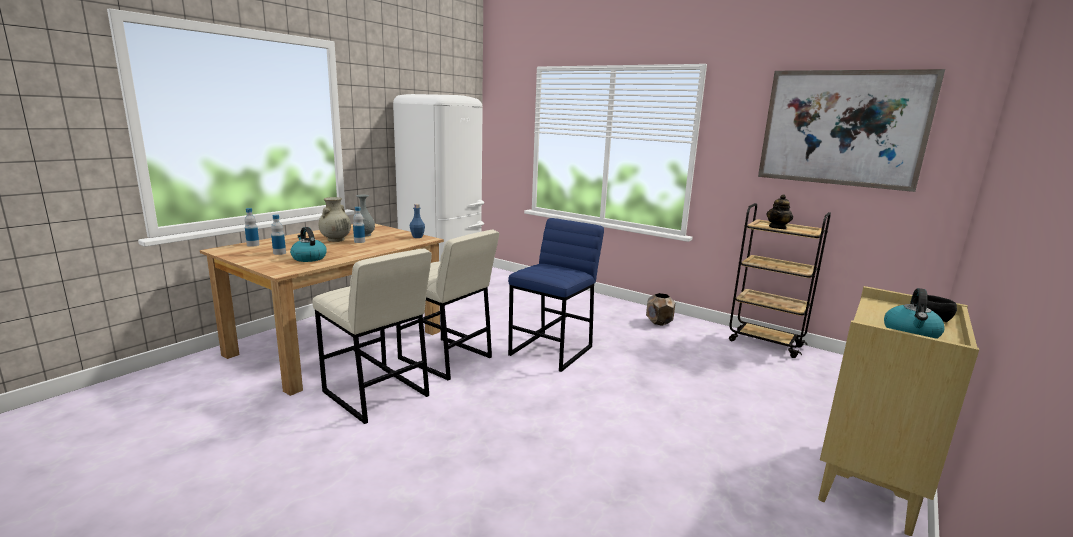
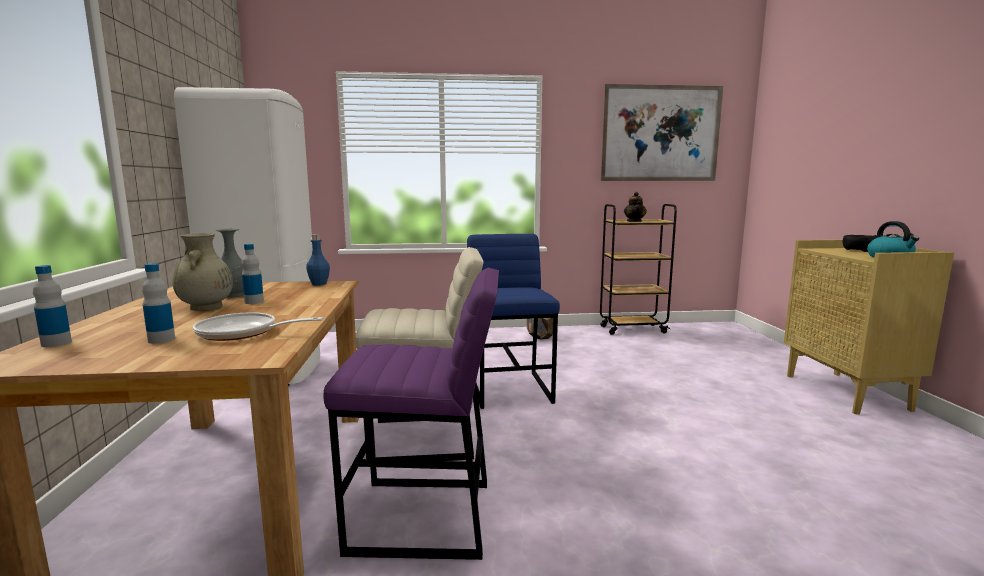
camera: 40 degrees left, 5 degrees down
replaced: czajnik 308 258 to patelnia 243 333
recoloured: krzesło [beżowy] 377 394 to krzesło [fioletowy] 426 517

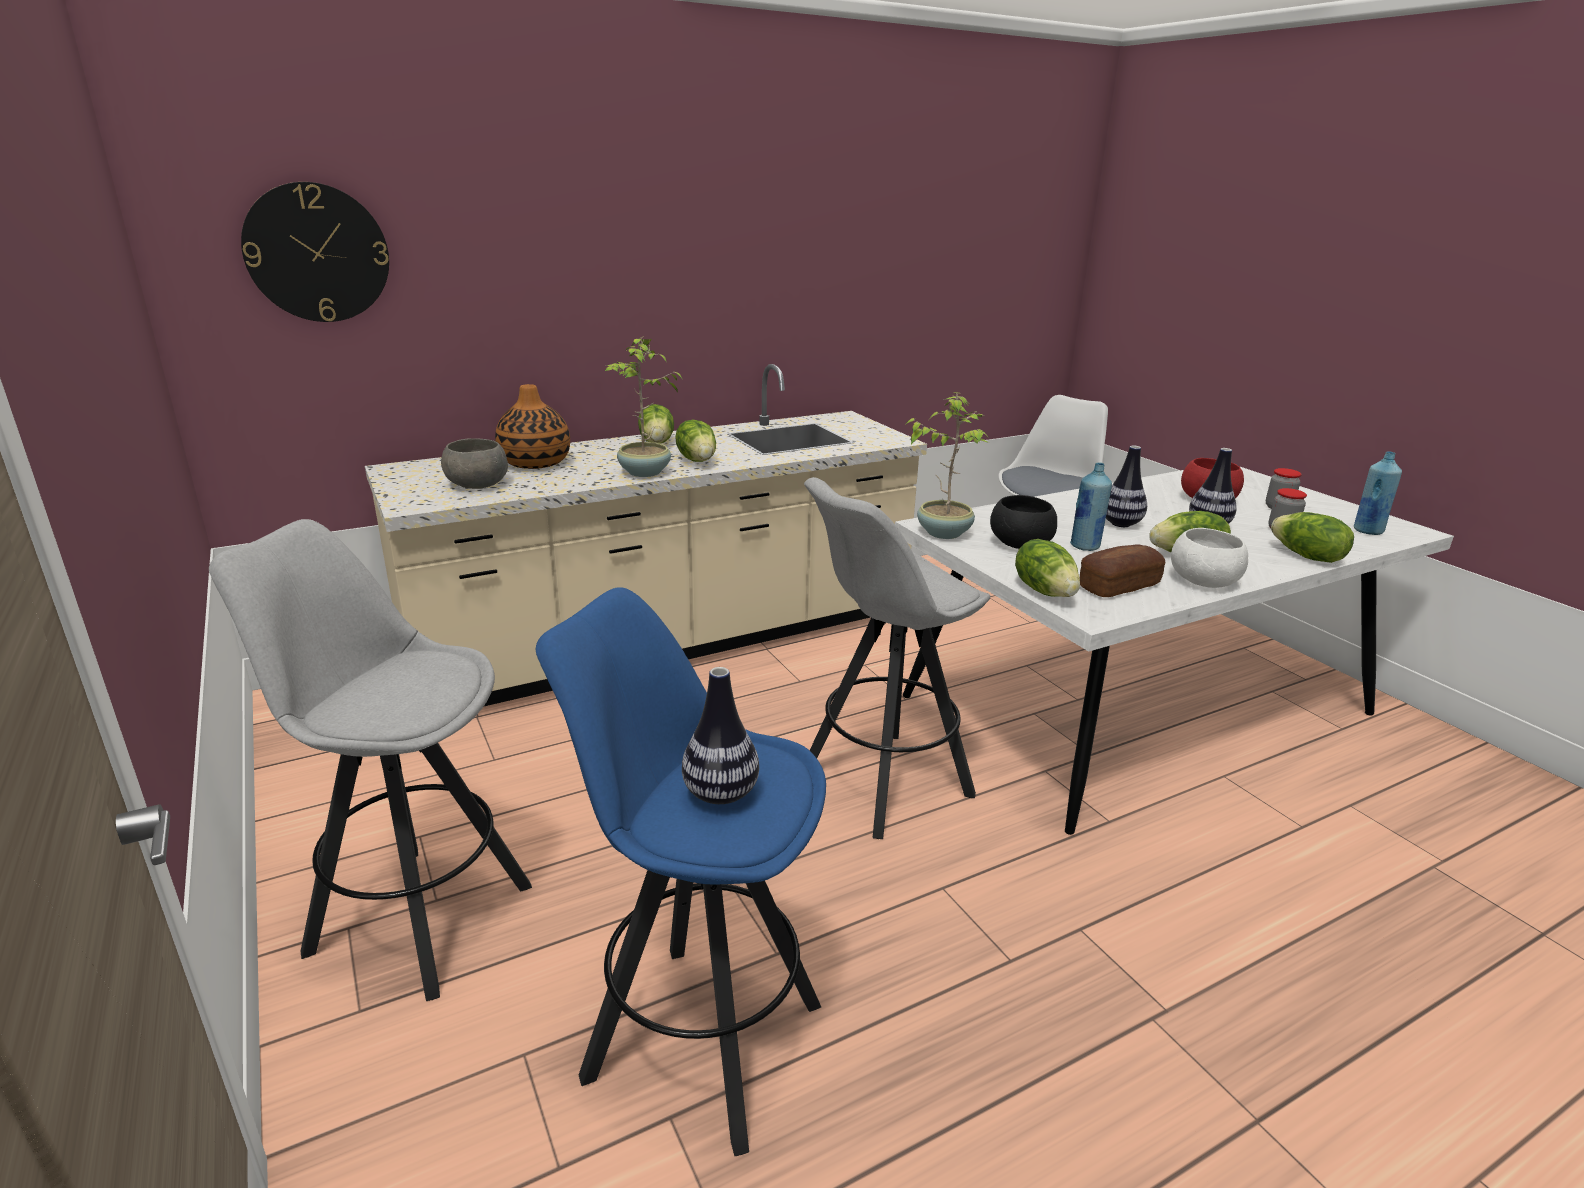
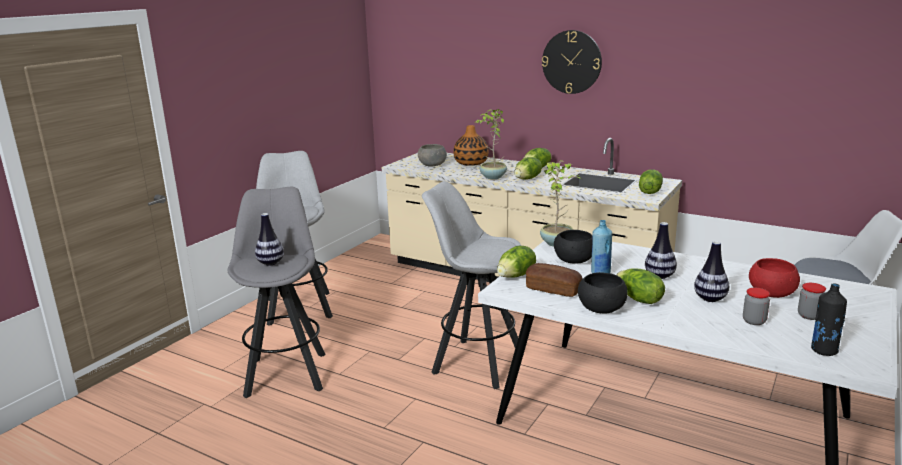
camera: 60 degrees right, 5 degrees down
moved: zegar ścienny 317 253 to 571 62; sałata 1307 556 to 649 192
recoloured: stołek [niebieski] 698 1036 to stołek [szary] 287 373; miska [biały] 1204 581 to miska [czarny] 601 308; butelka [niebieski] 1367 531 to butelka [czarny] 824 350

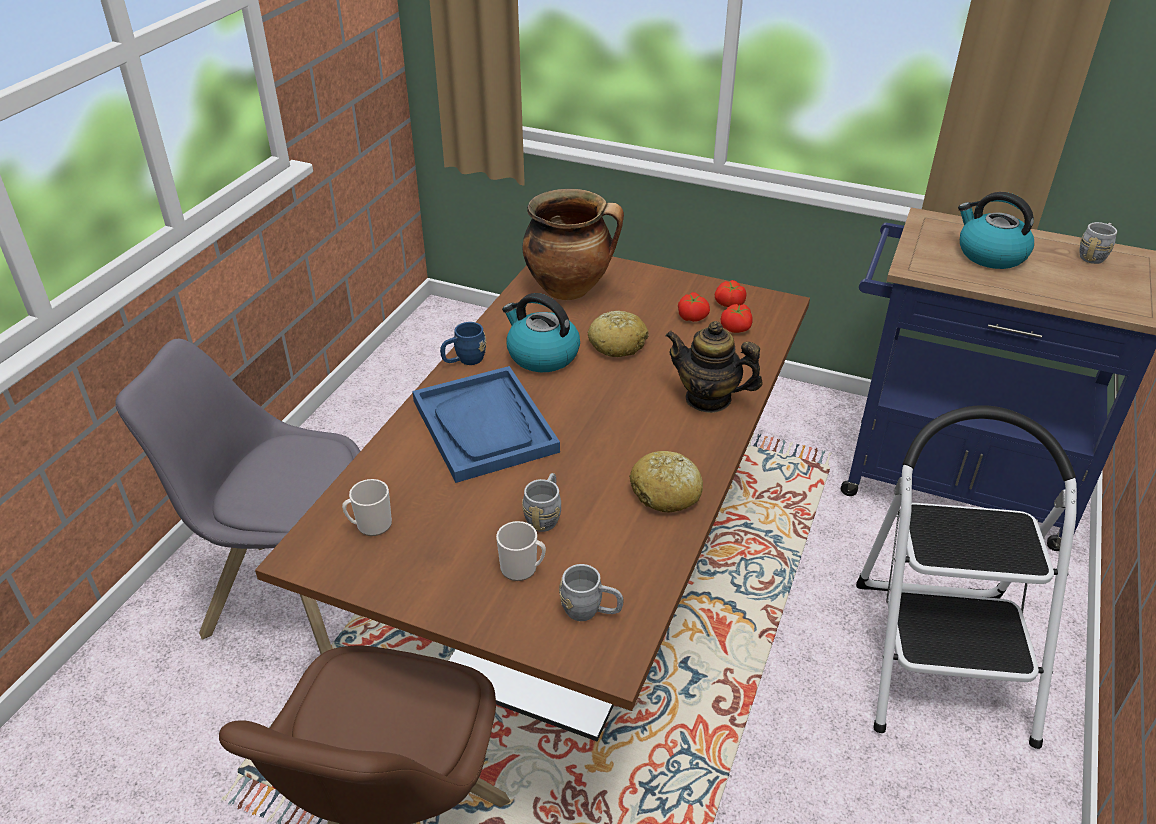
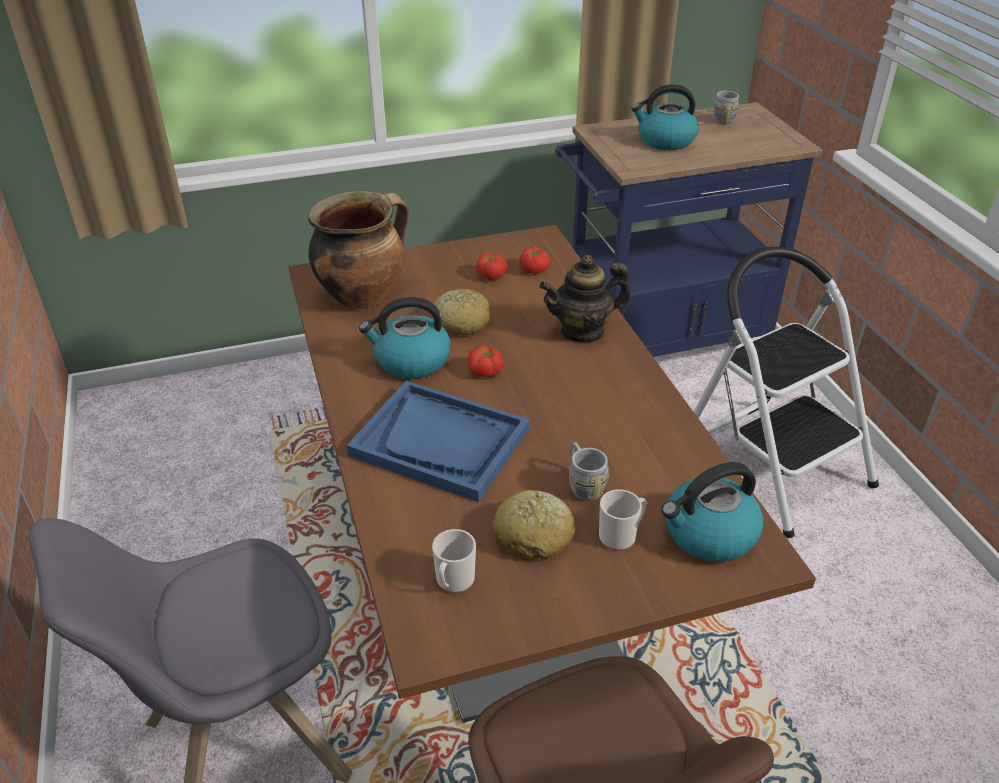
camera: 40 degrees left, 0 degrees up
removed: kubek [niebieski] 464 360
moved: chleb 666 492 to 534 535; pomidor 729 304 to 485 372
replaced: kubek [szary] 590 611 to czajnik 708 534

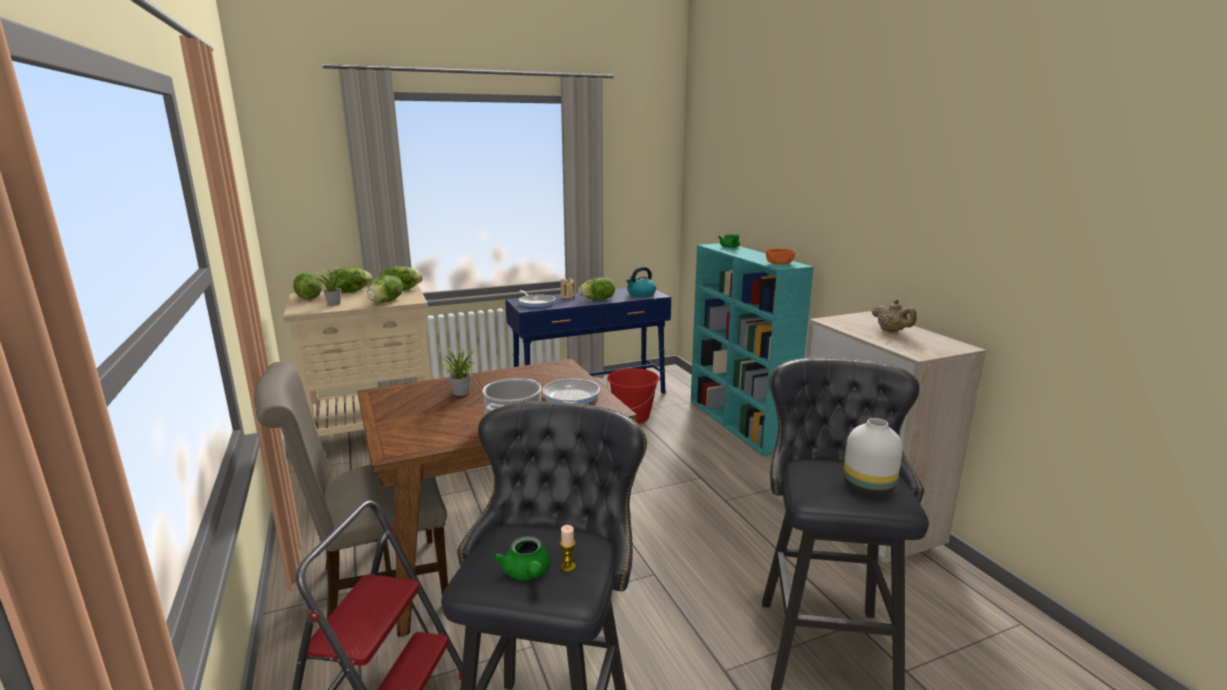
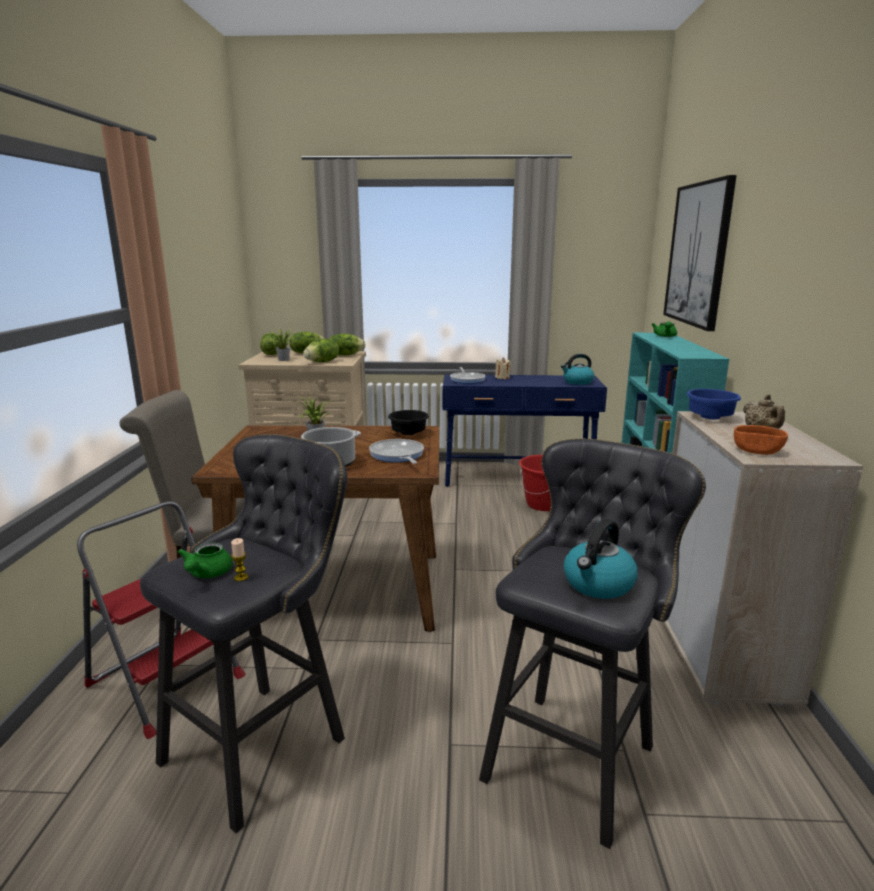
camera: 25 degrees right, 0 degrees up
removed: sałata 598 299
added: miska [czarny] 408 434; obraz 698 254; miska [niebieski] 708 417
moved: miska [pomarańczowy] 779 263 to 757 451
replaced: wazon [biały] 869 487 to czajnik 598 584
turned: patelnia 570 398 = 397 455 45 degrees counterclockwise

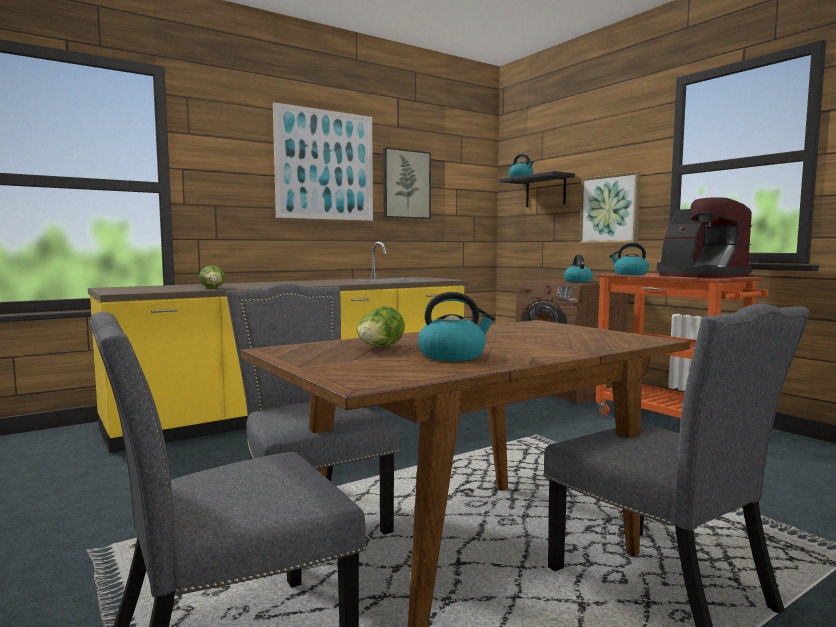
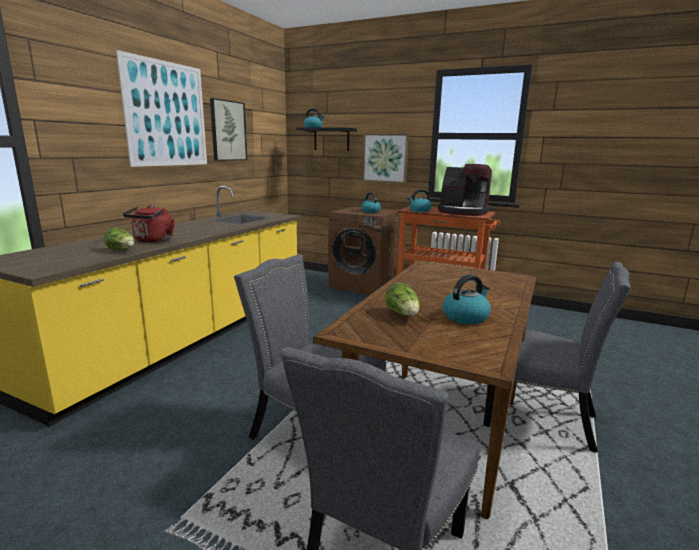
camera: 30 degrees left, 10 degrees up
added: czajnik [czerwony] 152 241

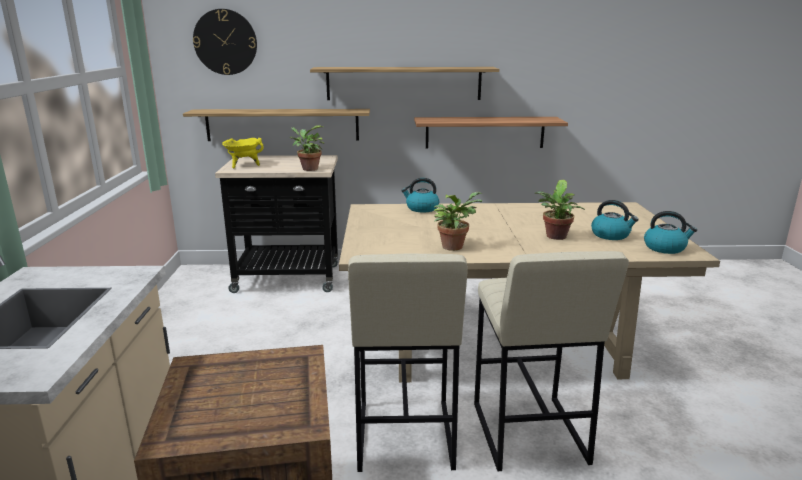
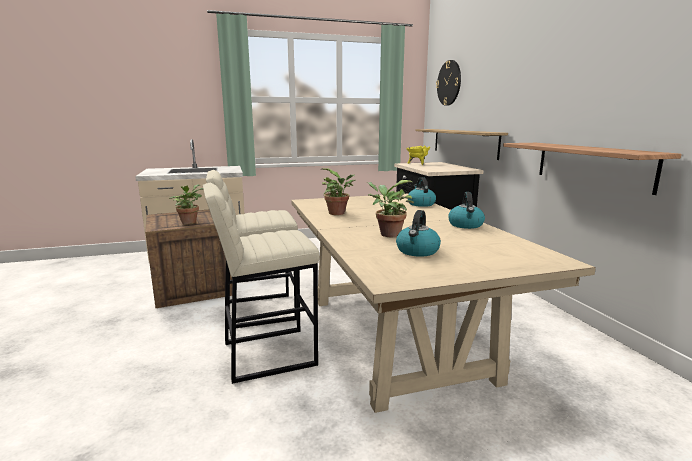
camera: 75 degrees right, 5 degrees down
removed: półka 404 83
moved: roślina doniczkowa 308 169 to 189 222; czajnik 665 248 to 466 225

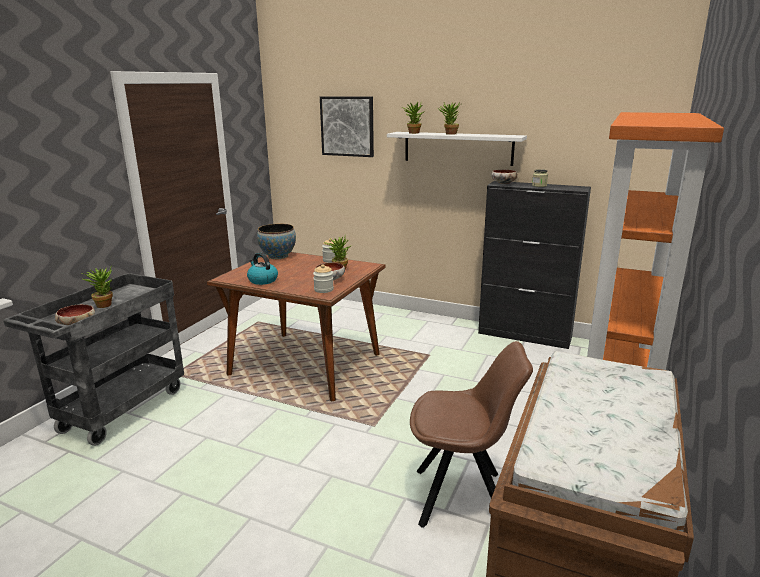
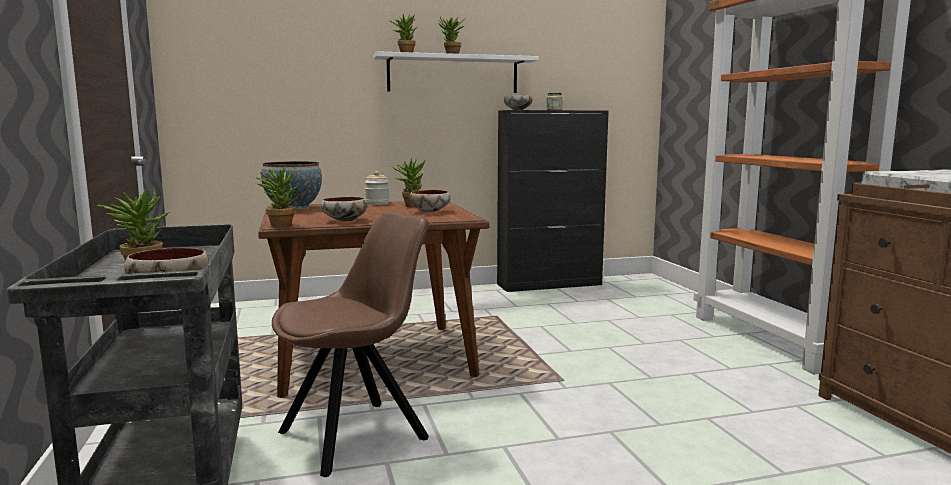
camera: 40 degrees left, 10 degrees down
removed: słoik 323 289; obraz 347 126
added: roślina doniczkowa 280 225
moved: krzesło [brązowy] 461 498 to 355 435
replaced: czajnik 262 280 to miska 345 220

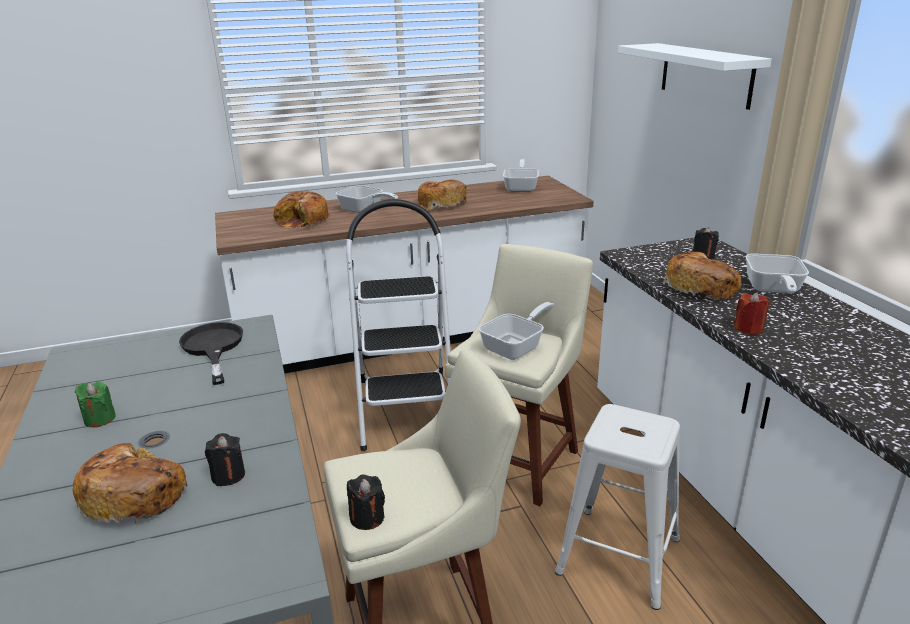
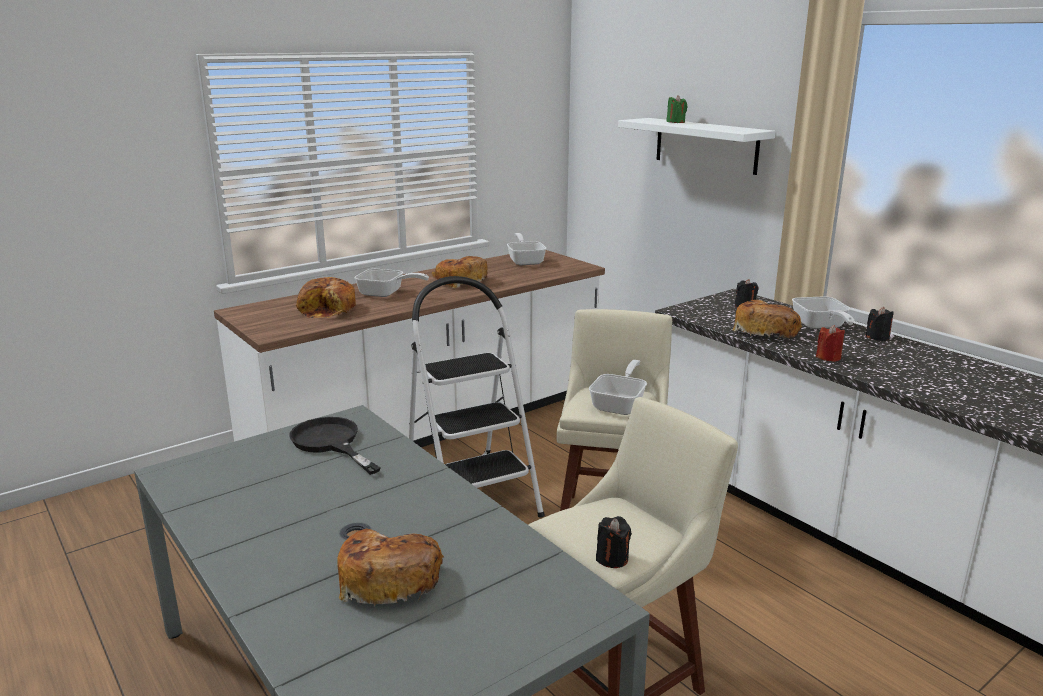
camera: 20 degrees left, 5 degrees down
removed: stołek [biały] 619 555
moved: świeca [zielony] 100 419 to 675 122; świeca [czarny] 228 475 to 877 337

